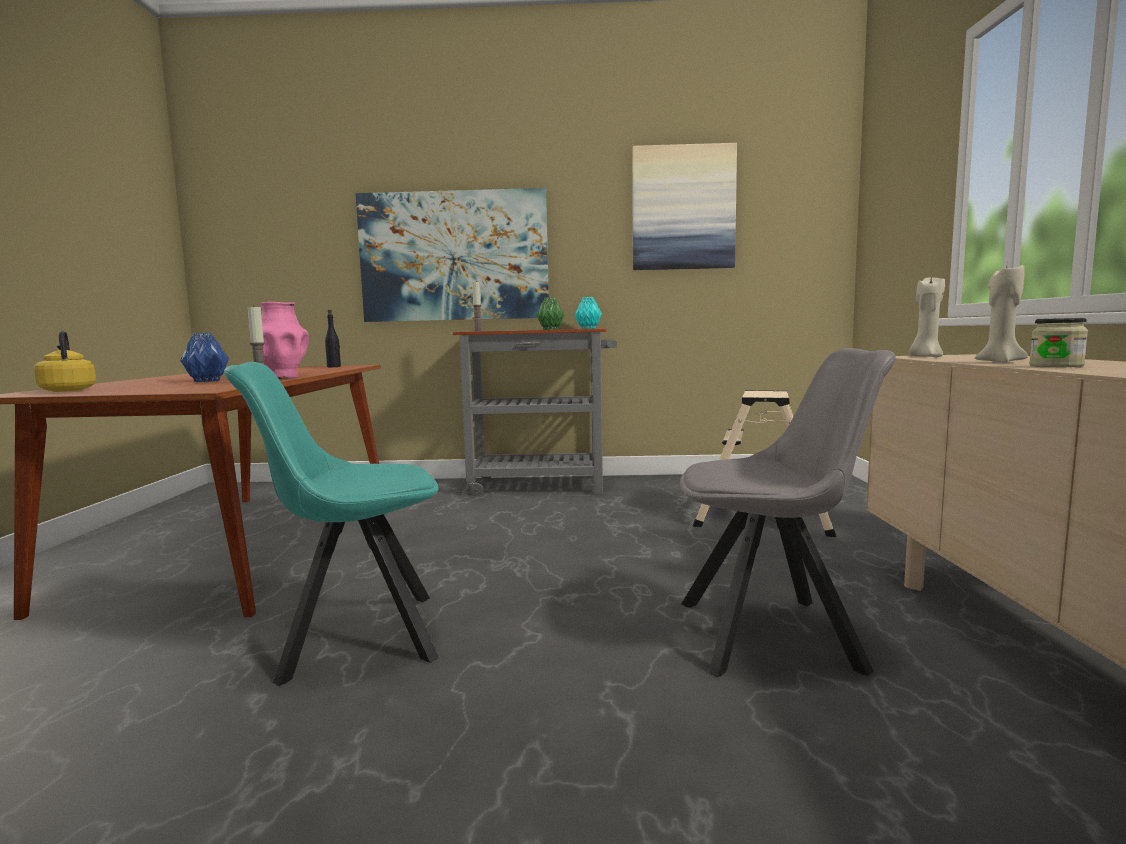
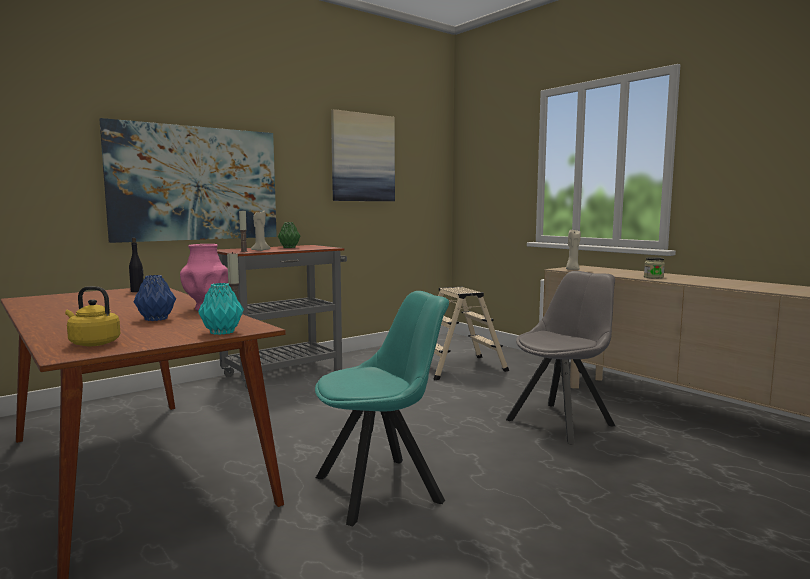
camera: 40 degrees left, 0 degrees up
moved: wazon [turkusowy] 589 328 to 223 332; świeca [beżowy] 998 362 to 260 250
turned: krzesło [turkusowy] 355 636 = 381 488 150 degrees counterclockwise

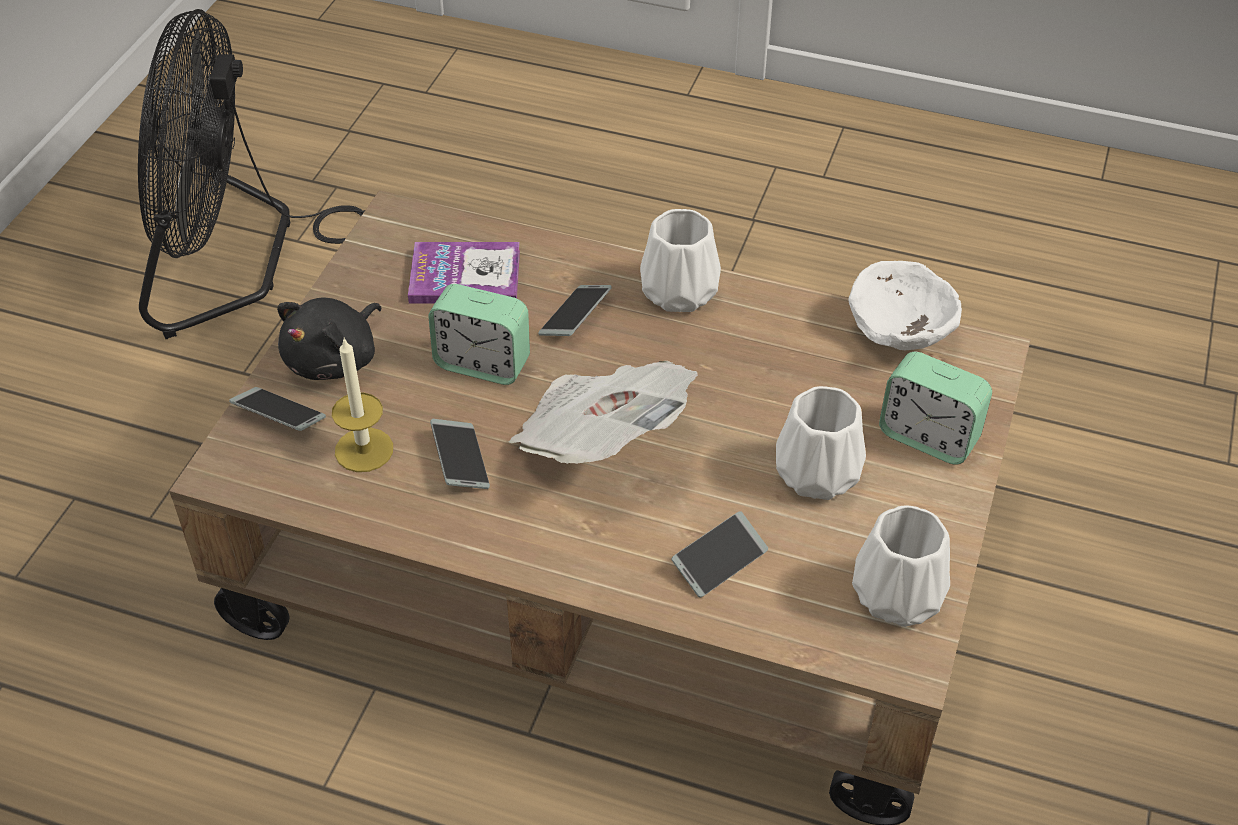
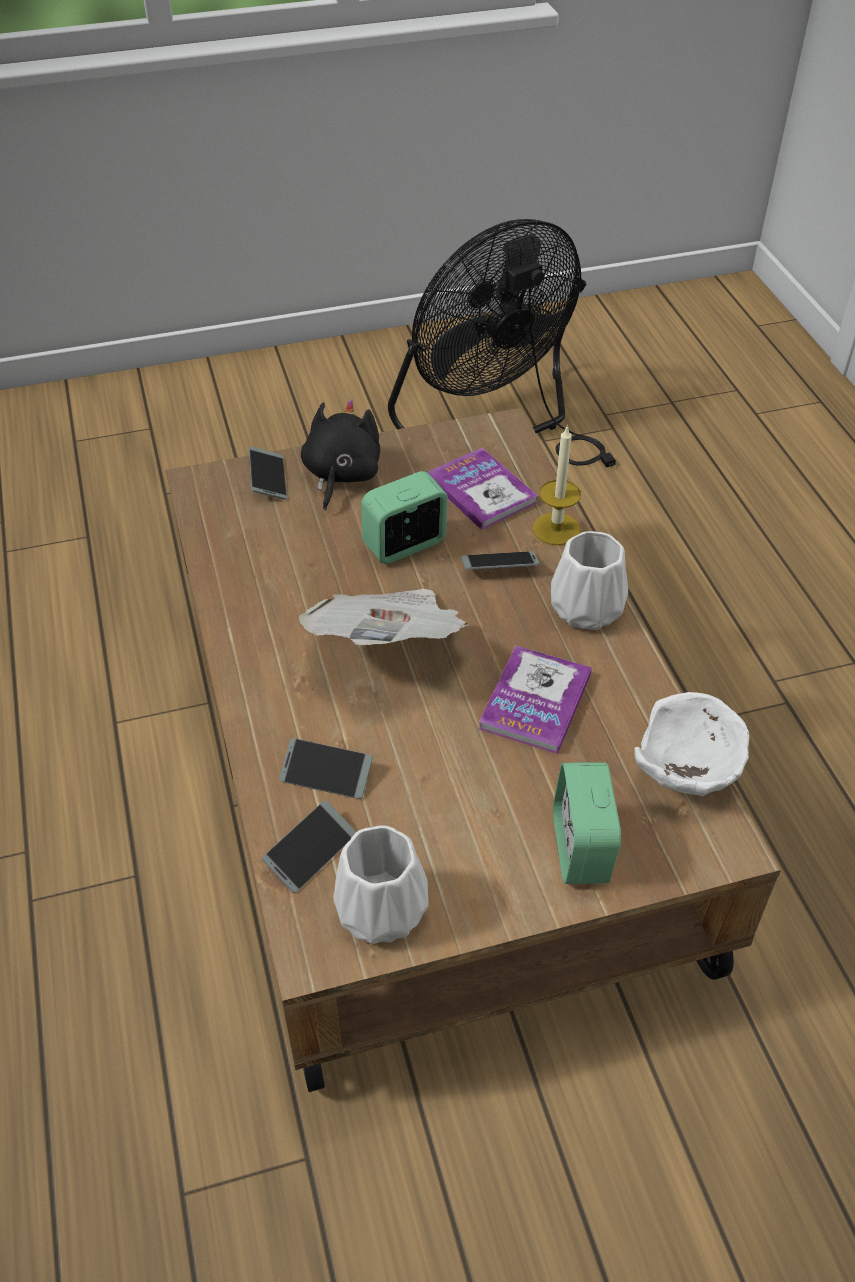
camera: 55 degrees right, 0 degrees up
removed: wazon [biały] 814 473
added: książka 535 701
moved: świeca 364 450 to 556 529; telefon 460 460 to 310 852
turned: pluszak [czarny] 335 359 = 340 475 105 degrees clockwise; budzik 482 363 = 405 545 75 degrees clockwise

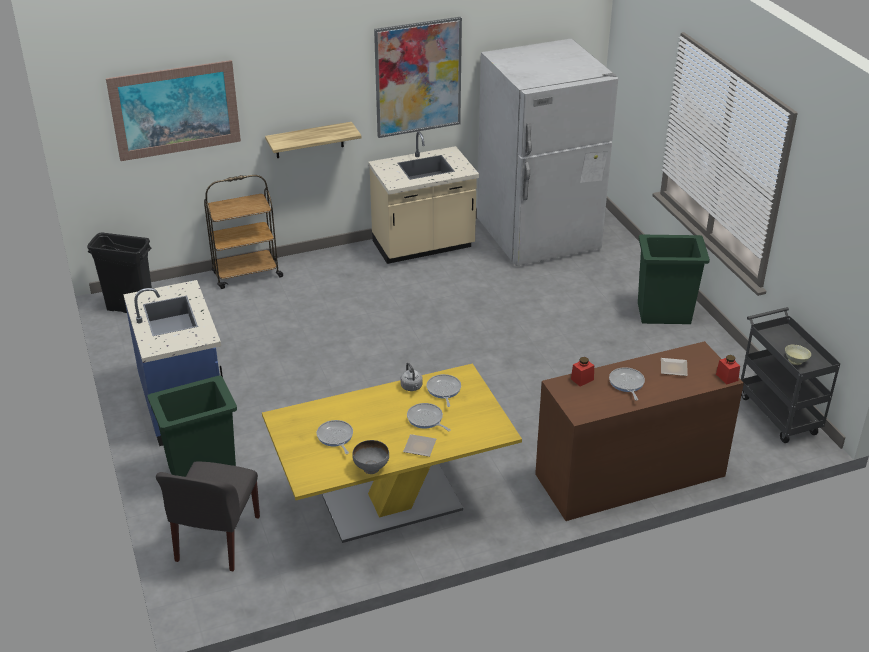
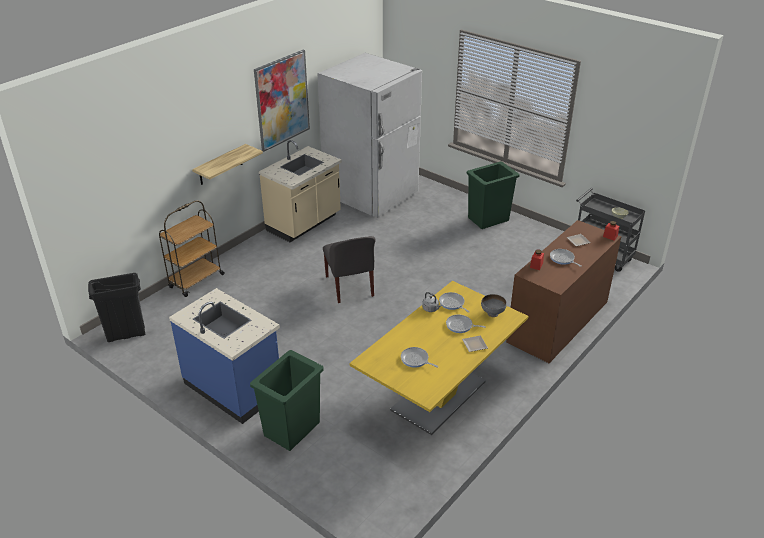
camera: 30 degrees left, 0 degrees up
removed: obraz 175 110
moved: krzesło [szary] 216 540 to 350 287; miska [szary] 371 468 to 492 313

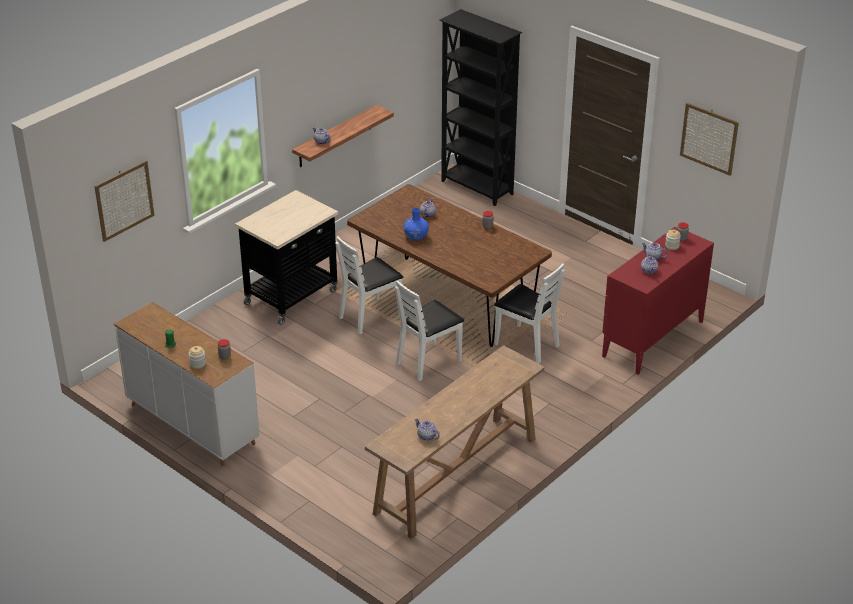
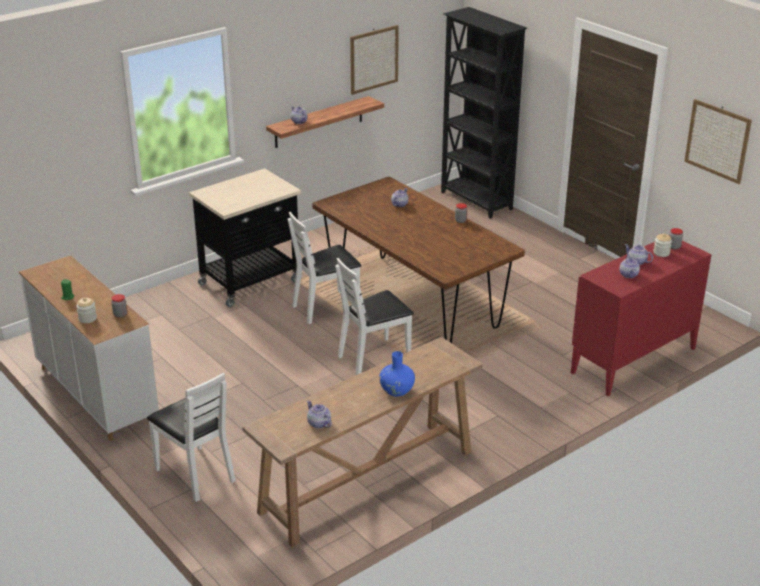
camera: 10 degrees right, 5 degrees down
moved: obraz 124 199 to 374 58; wazon [niebieski] 416 236 to 397 391; krzesło [biały] 526 344 to 196 474

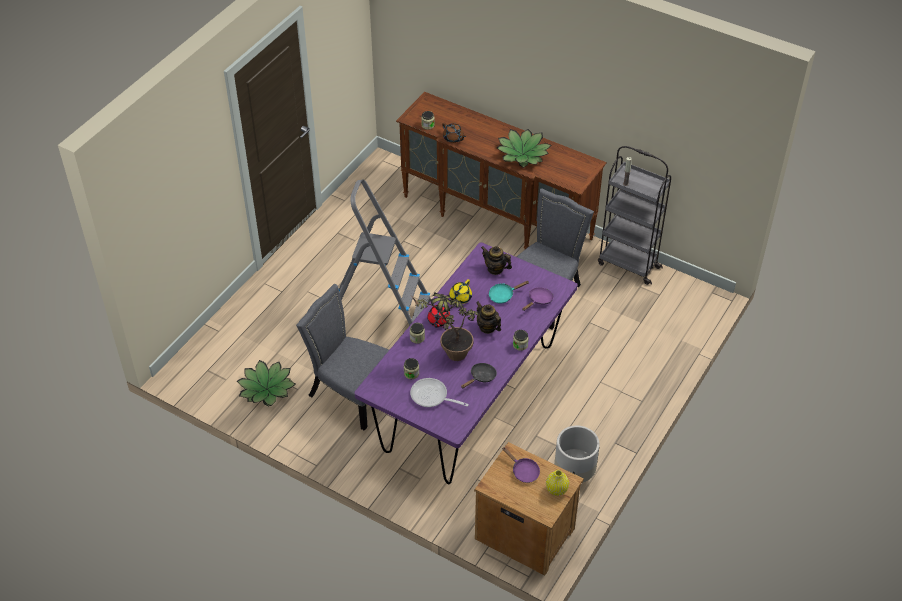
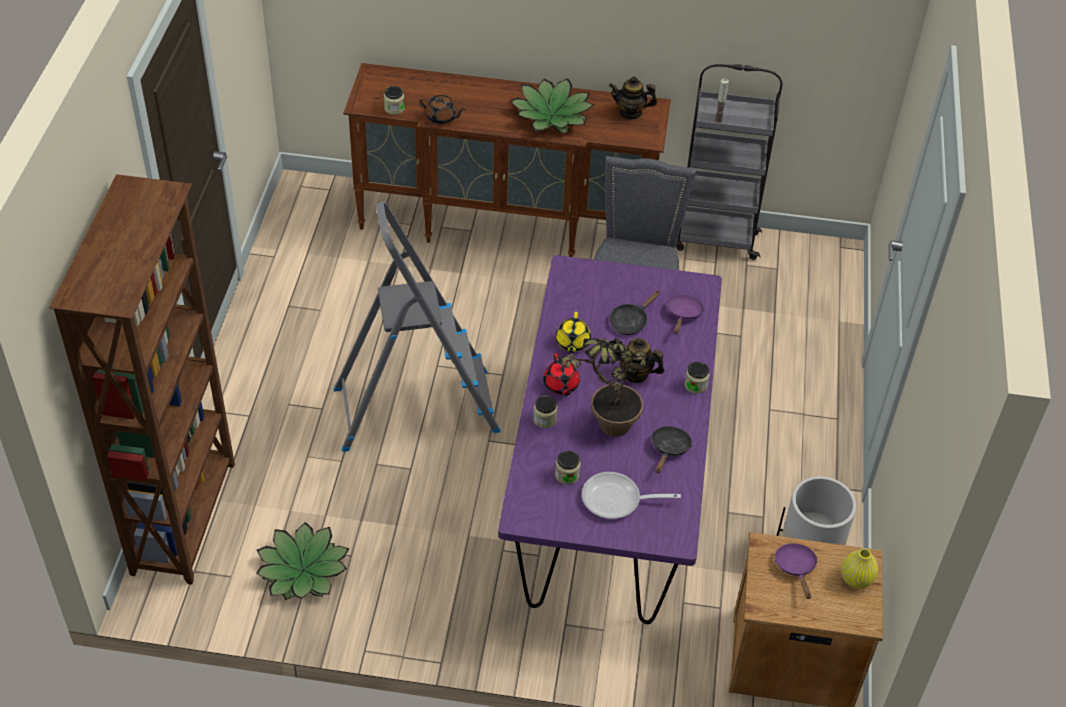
camera: 25 degrees left, 0 degrees up
removed: krzesło [szary] 353 396
added: regał [brązowy] 186 517
moved: imbryk 495 269 to 630 113
recoloured: patelnia [turkusowy] 503 295 to patelnia [czarny] 630 321
turned: patelnia [fioletowy] 523 471 = 796 568 120 degrees counterclockwise

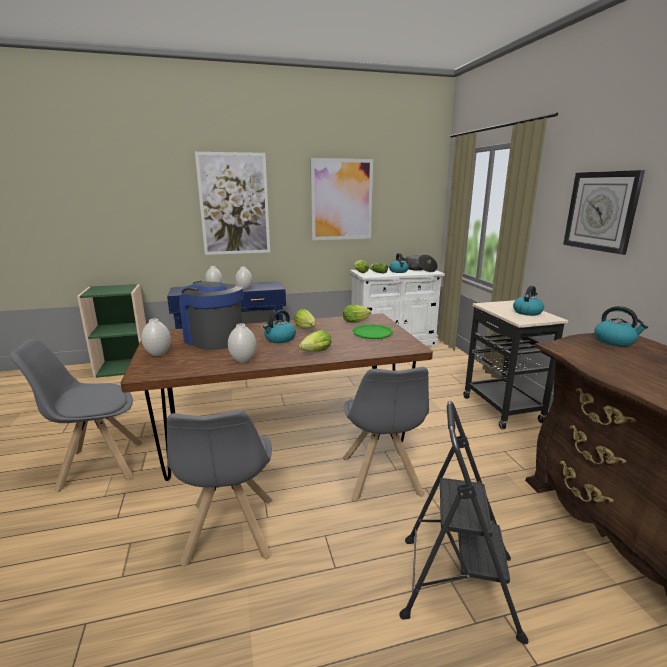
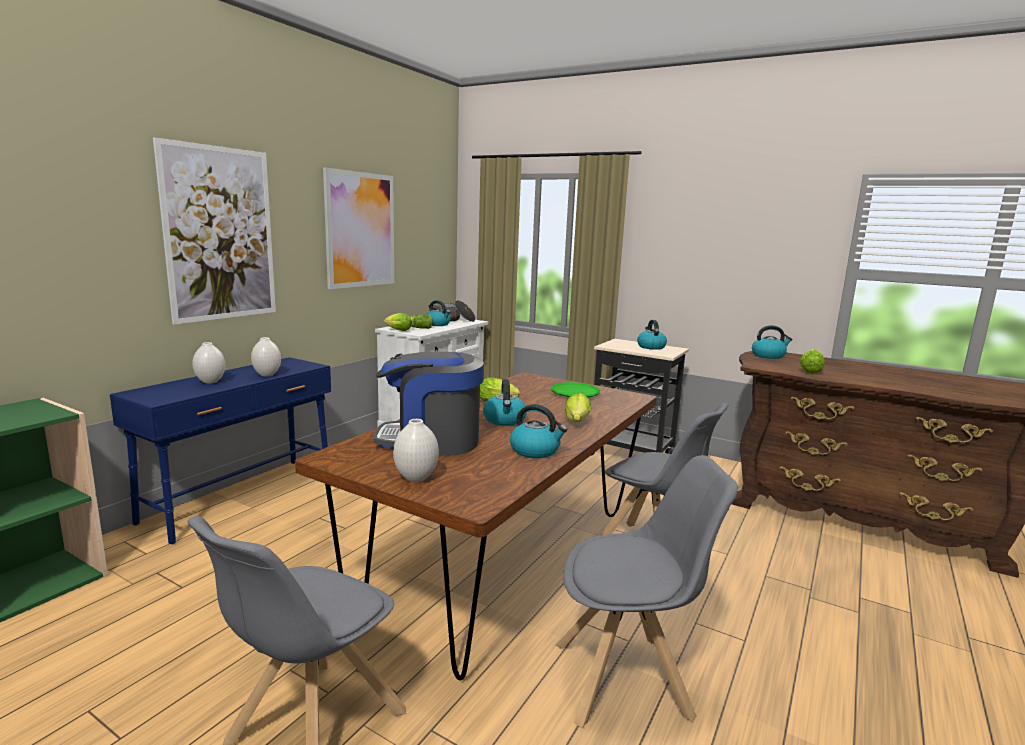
camera: 45 degrees left, 5 degrees down
removed: drabinka [czarny] 454 583; zegar ścienny 601 211
moved: sałata 357 321 to 810 371
replaced: wazon [biały] 243 360 to czajnik 535 451
turned: krzesło [szary] 229 534 = 628 678 45 degrees counterclockwise

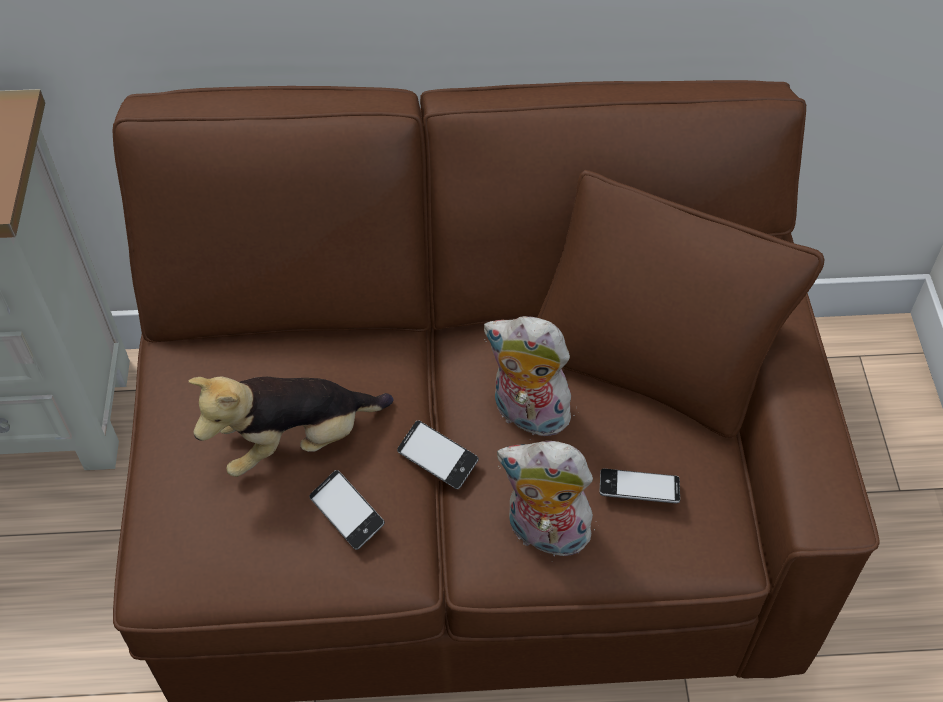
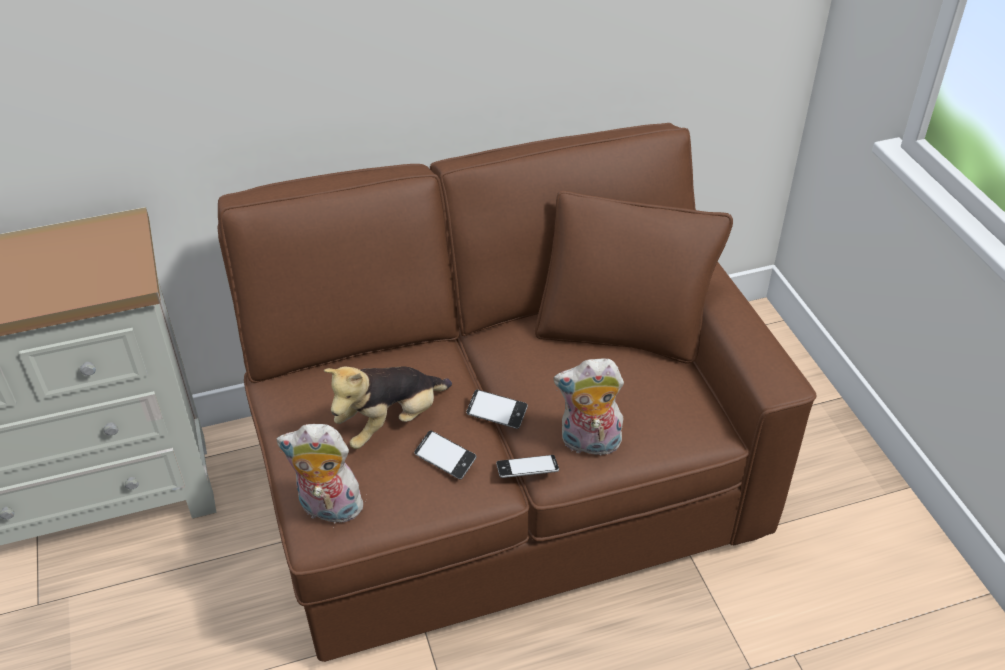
camera: 15 degrees left, 10 degrees down
moved: pluszak 527 415 to 328 509; telefon 639 490 to 527 470

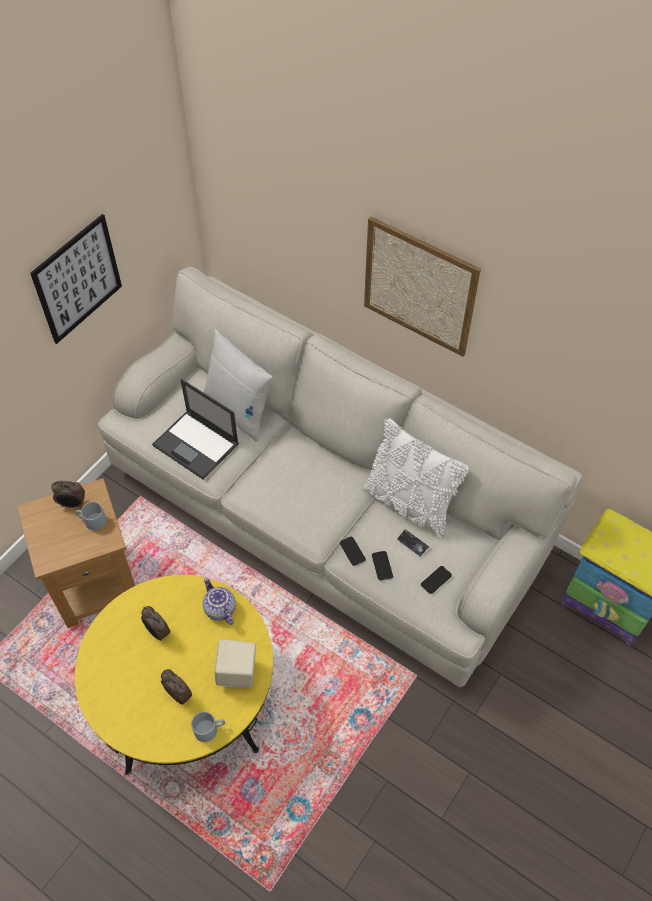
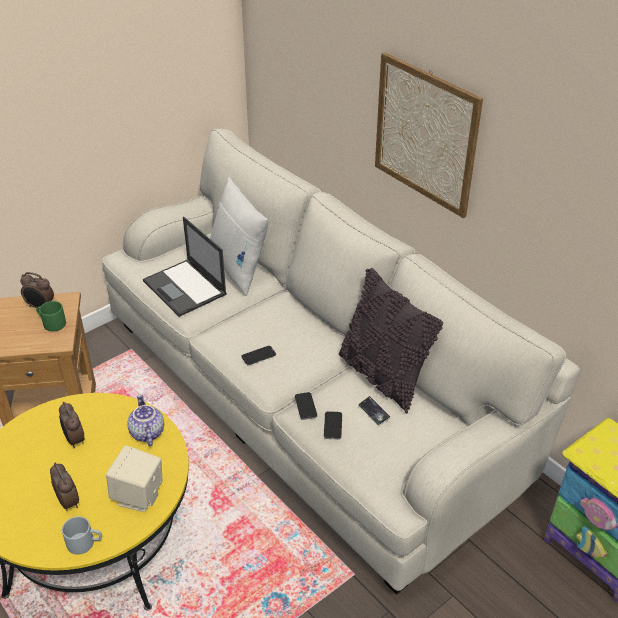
camera: 15 degrees right, 15 degrees down
removed: obraz 78 279
moved: telefon 436 580 to 258 356
recoloured: kubek [szary] 91 521 to kubek [zielony] 51 323; poduszka [biały] 409 504 to poduszka [czarny] 383 377

